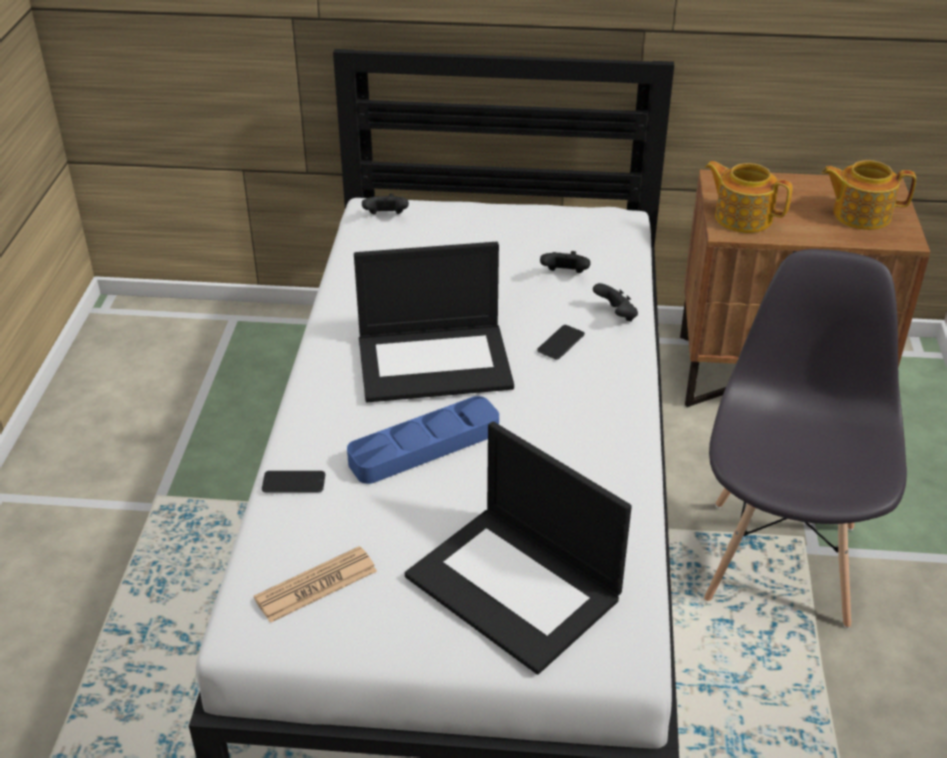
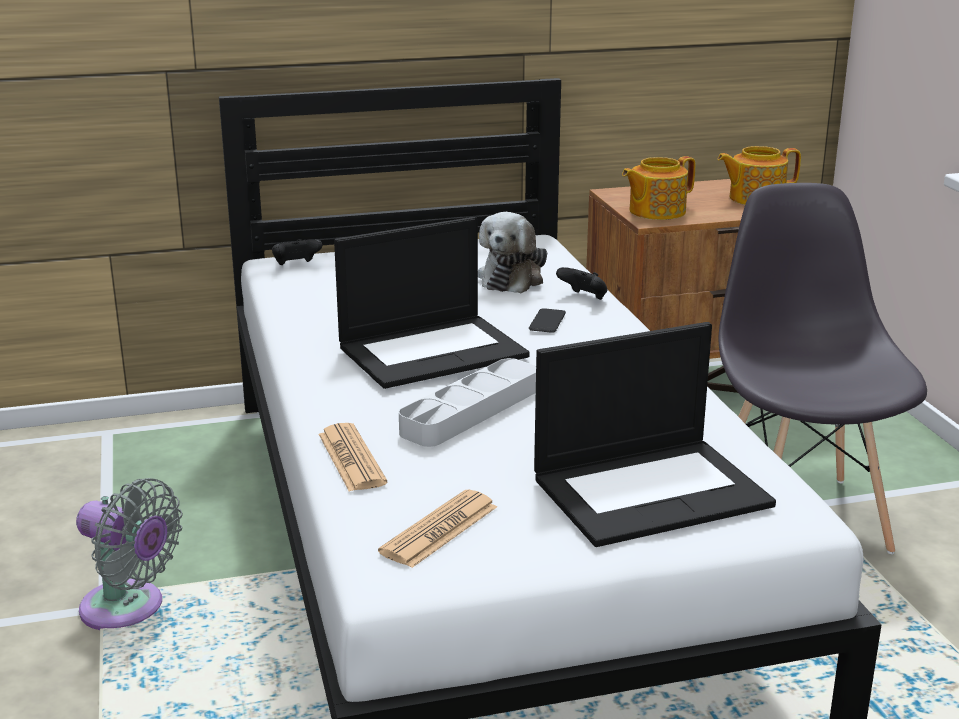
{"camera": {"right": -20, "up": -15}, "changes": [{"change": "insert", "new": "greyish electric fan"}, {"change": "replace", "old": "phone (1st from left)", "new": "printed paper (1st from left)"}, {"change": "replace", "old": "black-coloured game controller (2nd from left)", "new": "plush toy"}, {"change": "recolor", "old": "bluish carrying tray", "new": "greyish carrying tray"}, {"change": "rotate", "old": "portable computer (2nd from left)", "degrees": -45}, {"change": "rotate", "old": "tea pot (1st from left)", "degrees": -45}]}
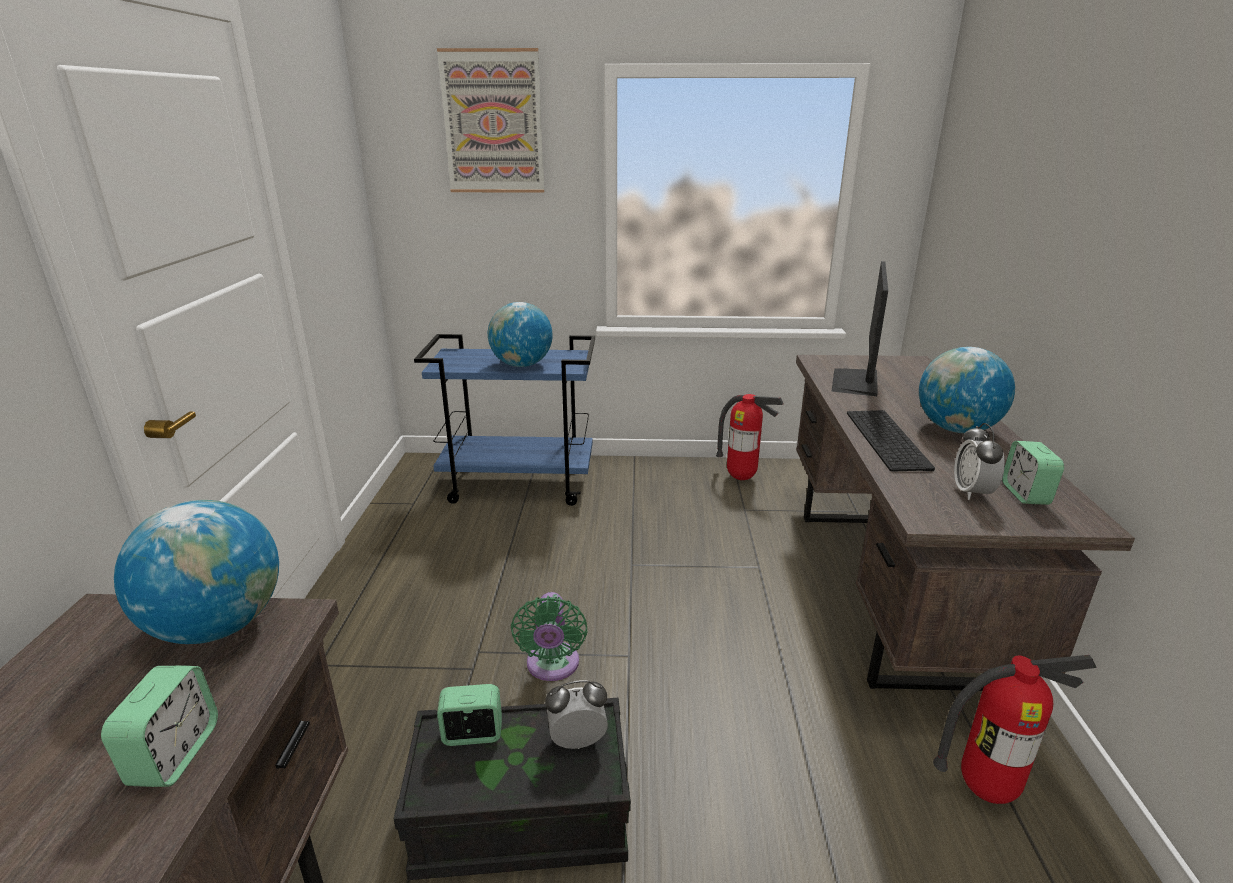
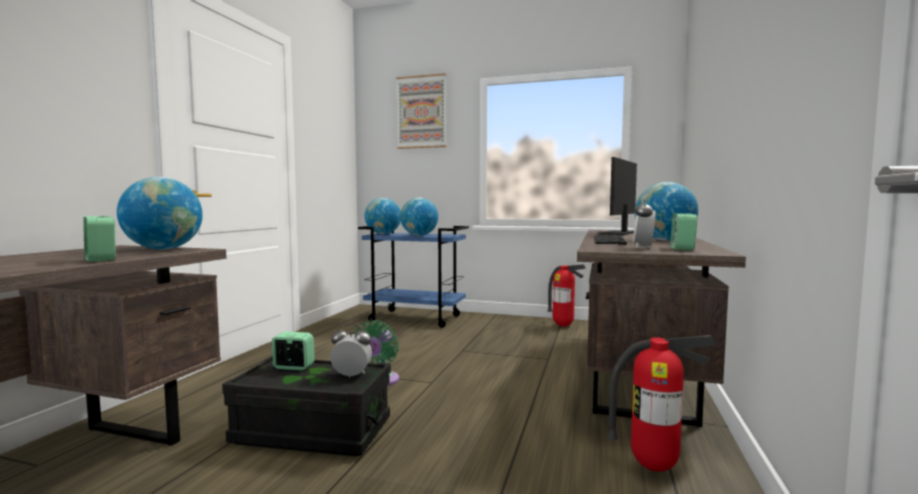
{"camera": {"right": 15, "up": -20}, "changes": [{"change": "insert", "new": "globe (2nd from left)"}, {"change": "rotate", "old": "alarm clock (1st from left)", "degrees": 120}]}
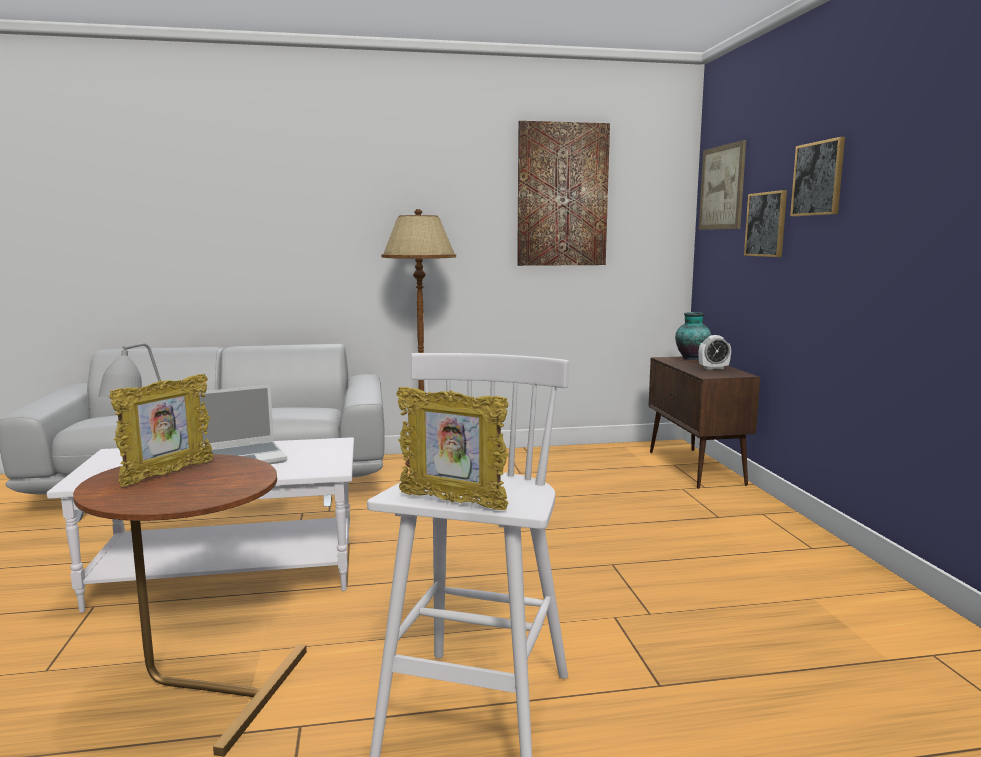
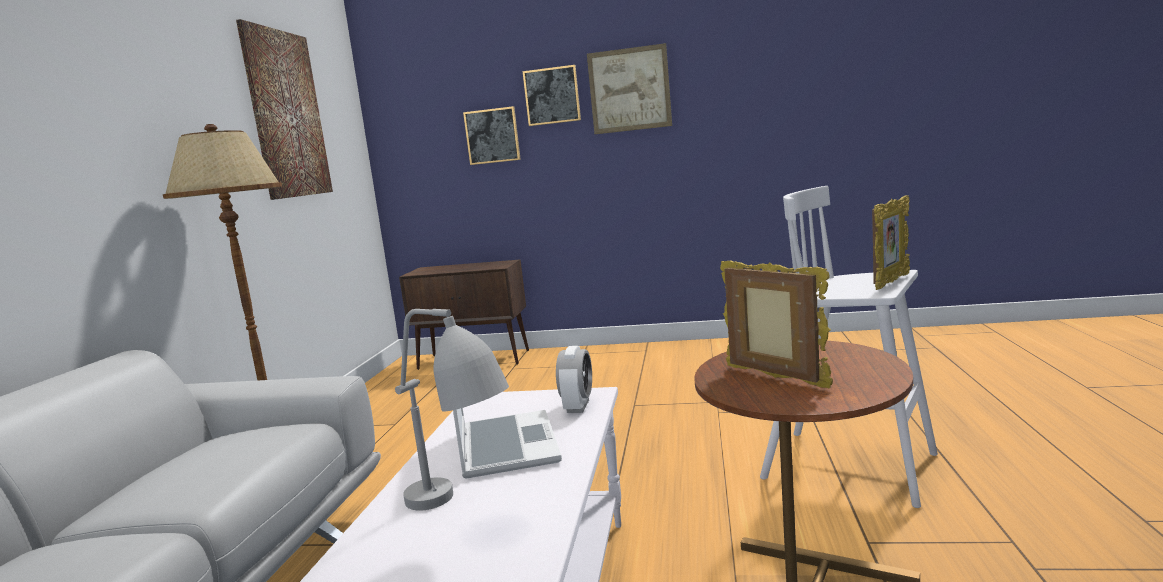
{"camera": {"right": -70, "up": 0}, "changes": [{"change": "delete", "old": "flower vase"}, {"change": "move", "old": "picture (2nd from left in the first image)", "new": "picture (4th from left)"}, {"change": "move", "old": "alarm clock"}]}
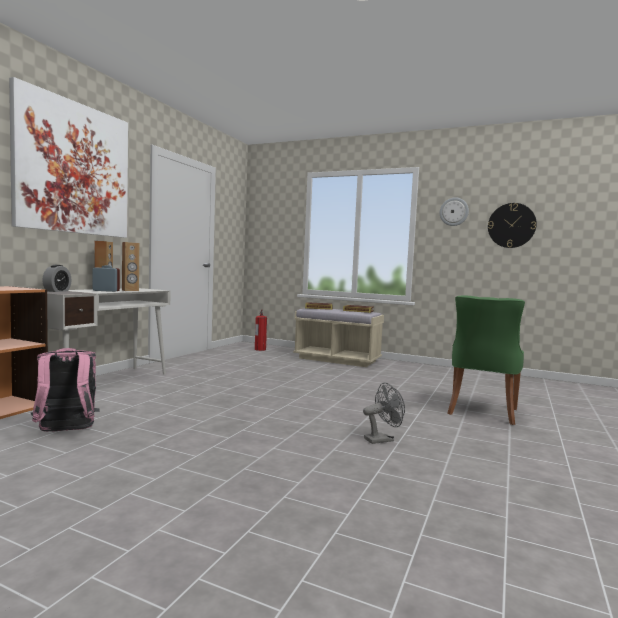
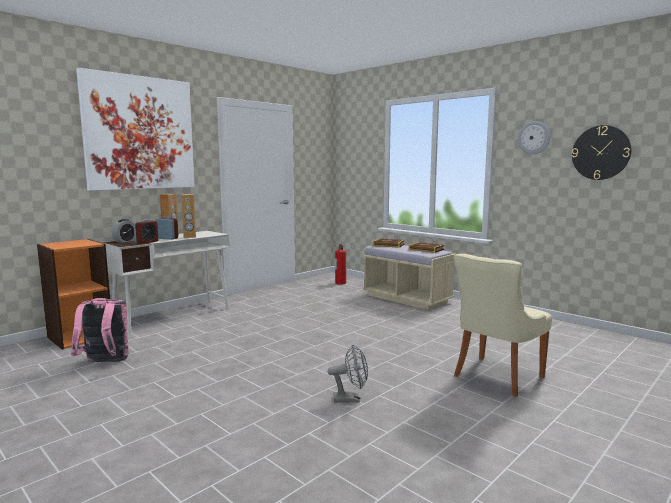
{"camera": {"right": 20, "up": 5}, "changes": [{"change": "insert", "new": "alarm clock (2nd from left)"}, {"change": "recolor", "old": "green-coloured plain chair", "new": "sand-coloured plain chair"}]}
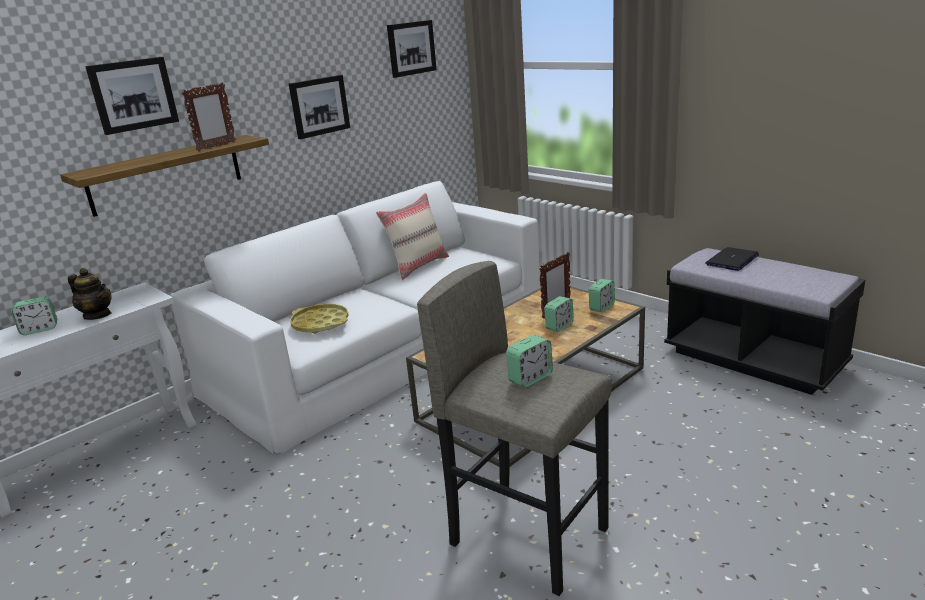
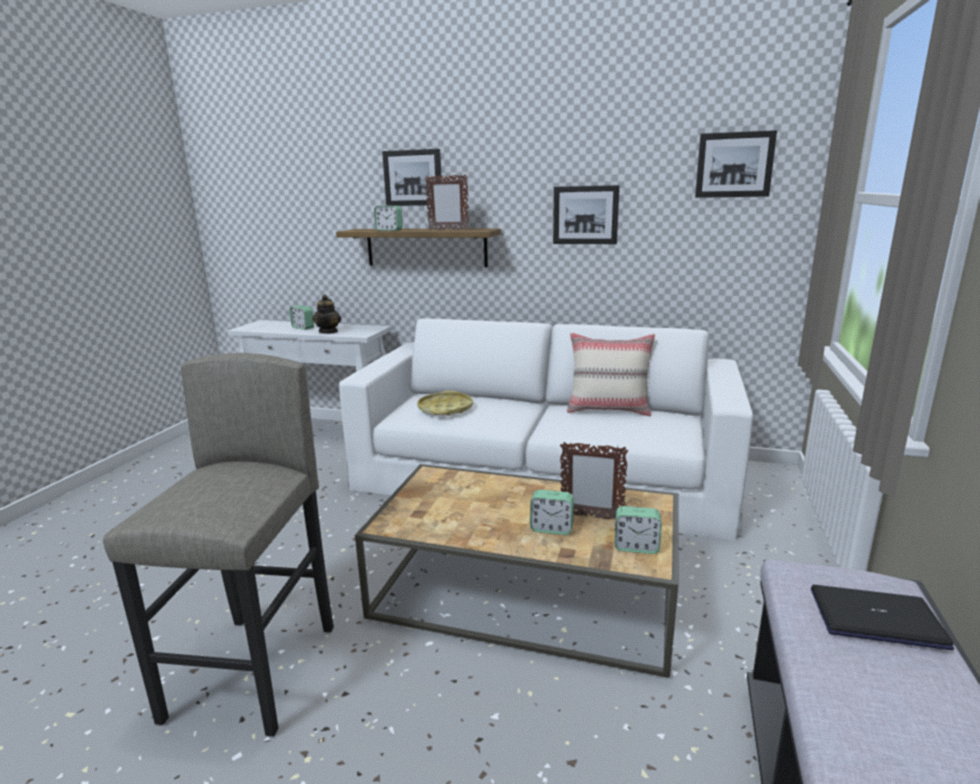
{"camera": {"right": 60, "up": -5}, "changes": [{"change": "move", "old": "alarm clock (2nd from left)"}]}
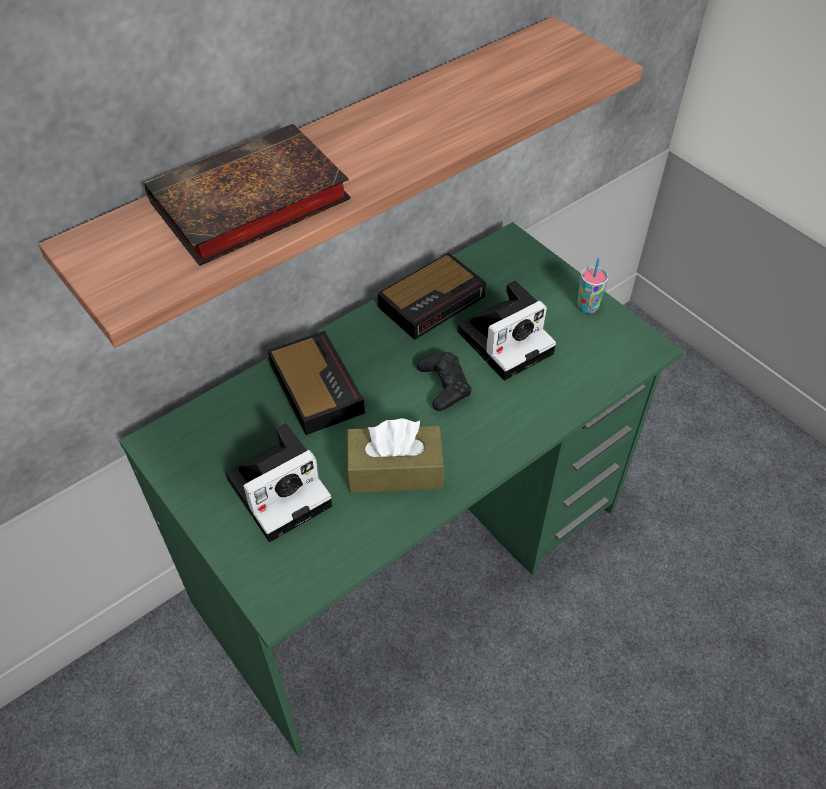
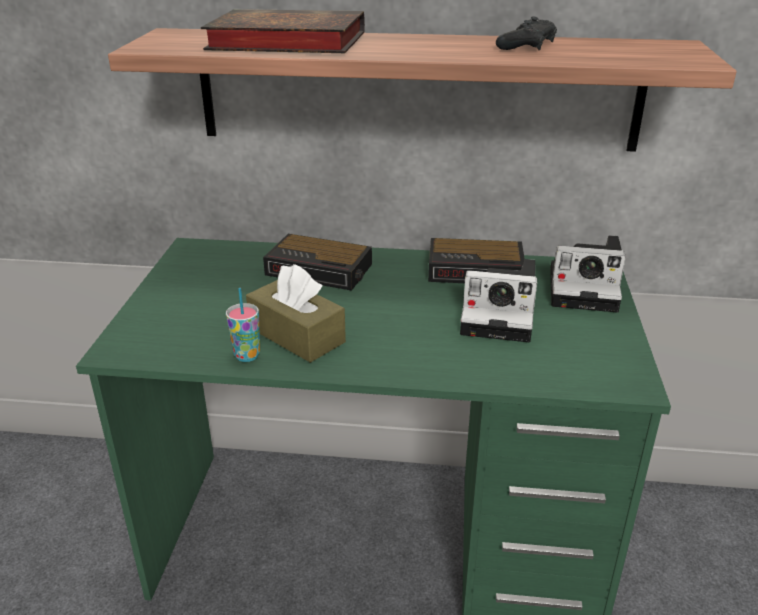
{"camera": {"right": 45, "up": -20}, "changes": [{"change": "move", "old": "photo camera (1st from left in the first image)", "new": "photo camera (2nd from left)"}, {"change": "move", "old": "black-coloured game controller"}, {"change": "move", "old": "drinking cup"}, {"change": "rotate", "old": "alarm clock (1st from left)", "degrees": 90}]}
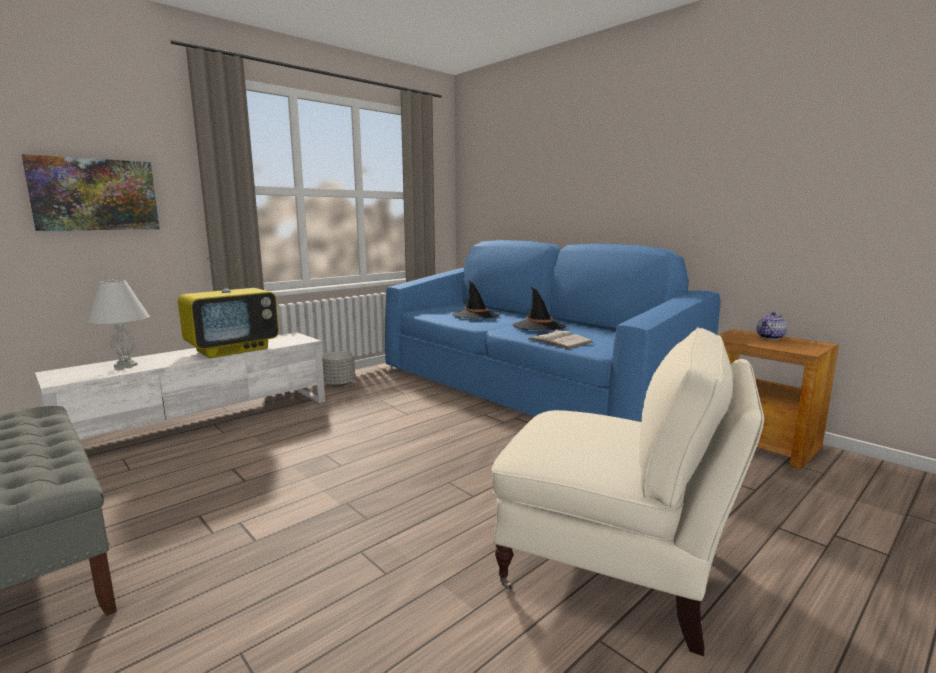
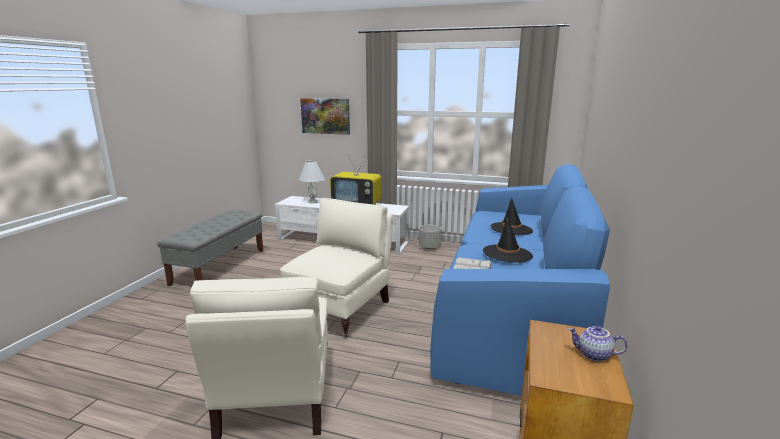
{"camera": {"right": 60, "up": 5}, "changes": [{"change": "insert", "new": "sand-coloured lounge chair (2nd from left)"}]}
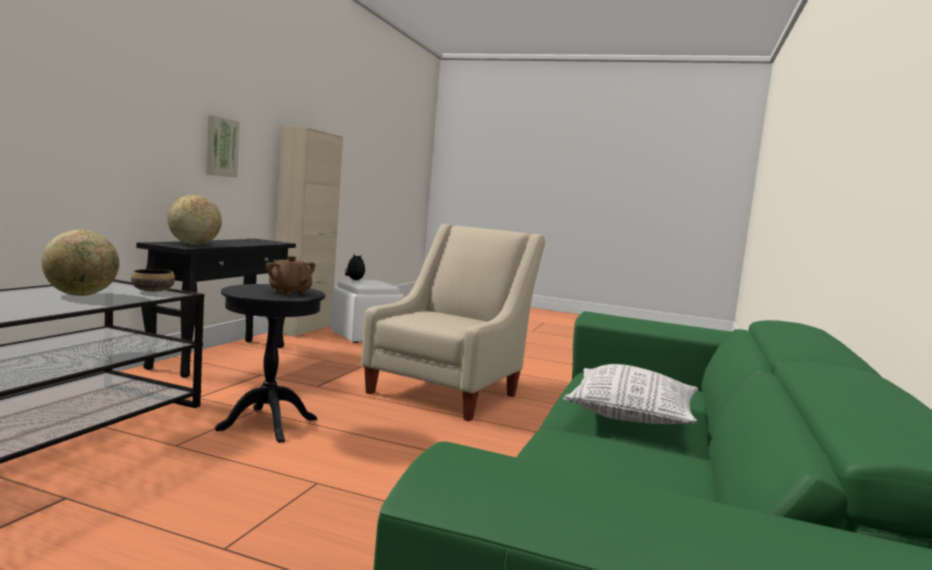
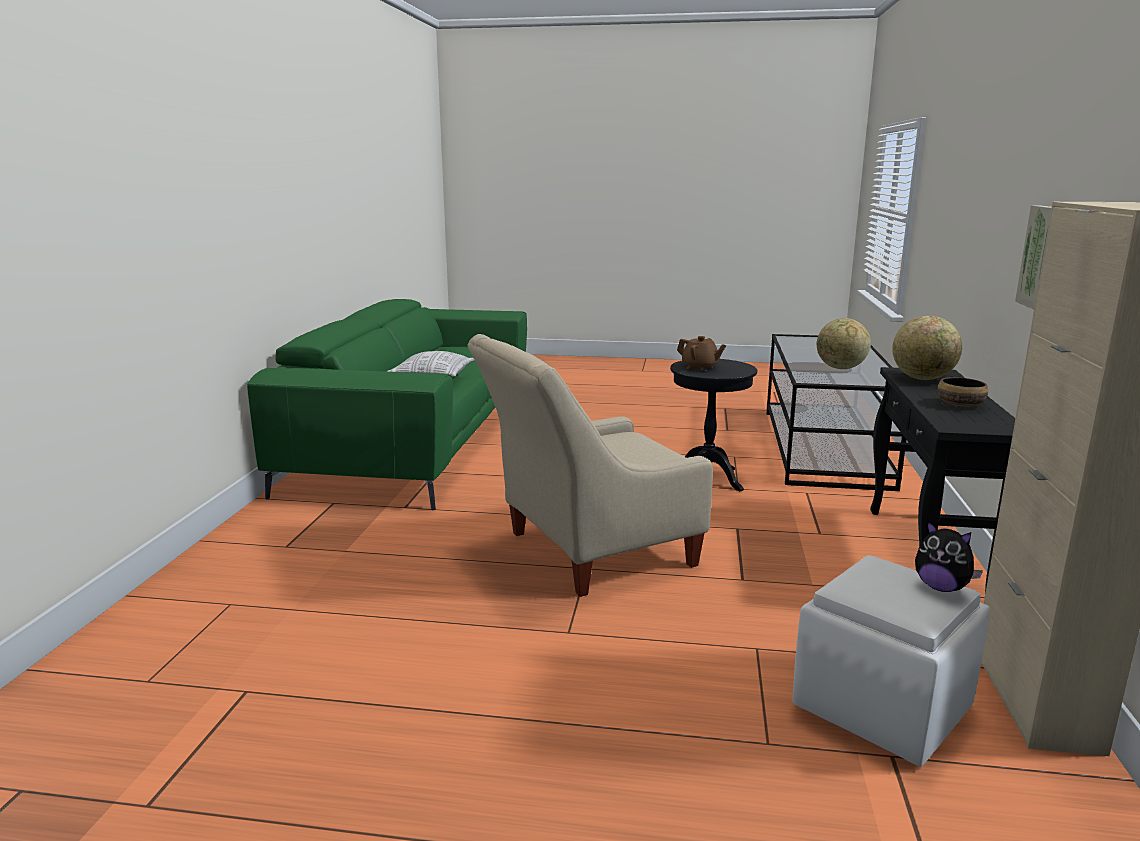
{"camera": {"right": 170, "up": 10}, "changes": [{"change": "move", "old": "bowl"}, {"change": "rotate", "old": "sand-coloured lounge chair", "degrees": 45}]}
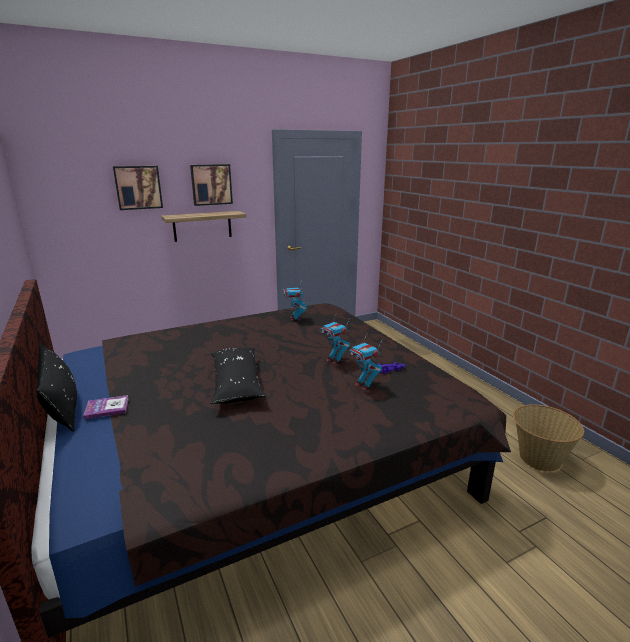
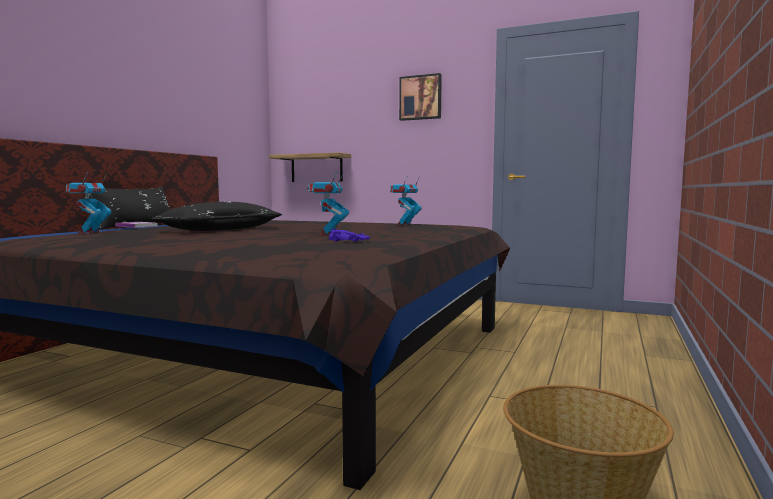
{"camera": {"right": 50, "up": -15}, "changes": [{"change": "delete", "old": "picture (1st from left)"}, {"change": "move", "old": "bracket shelf"}, {"change": "move", "old": "toy robot (3rd from left in the first image)", "new": "toy robot (1st from left)"}]}
